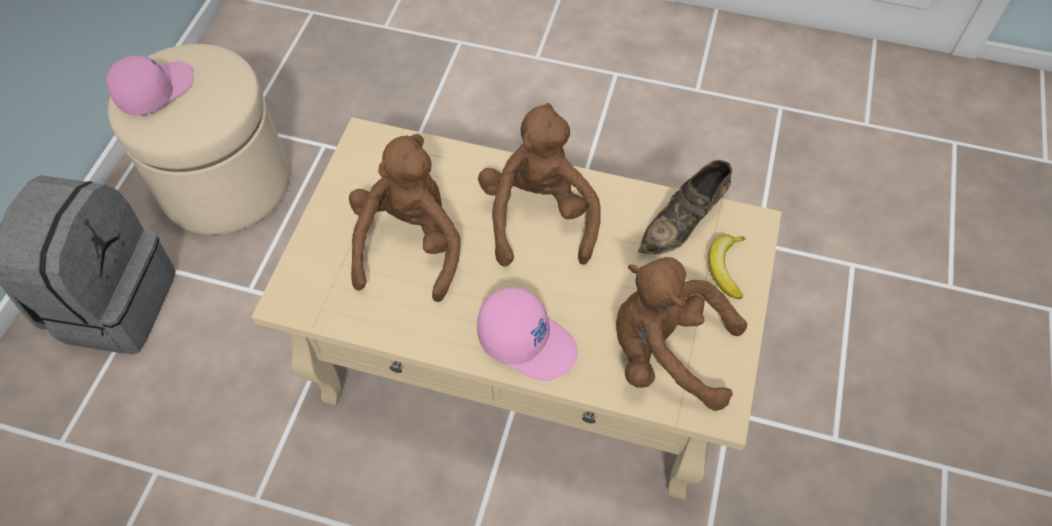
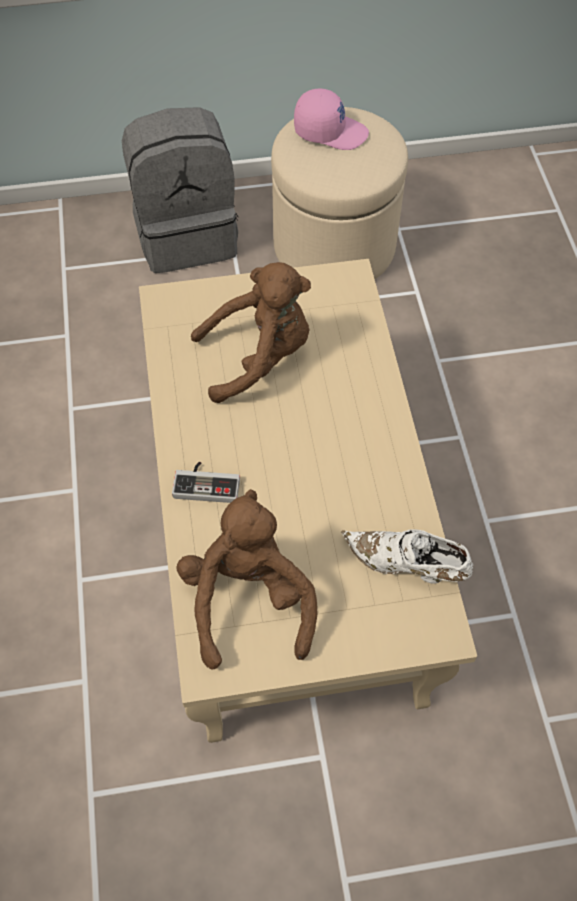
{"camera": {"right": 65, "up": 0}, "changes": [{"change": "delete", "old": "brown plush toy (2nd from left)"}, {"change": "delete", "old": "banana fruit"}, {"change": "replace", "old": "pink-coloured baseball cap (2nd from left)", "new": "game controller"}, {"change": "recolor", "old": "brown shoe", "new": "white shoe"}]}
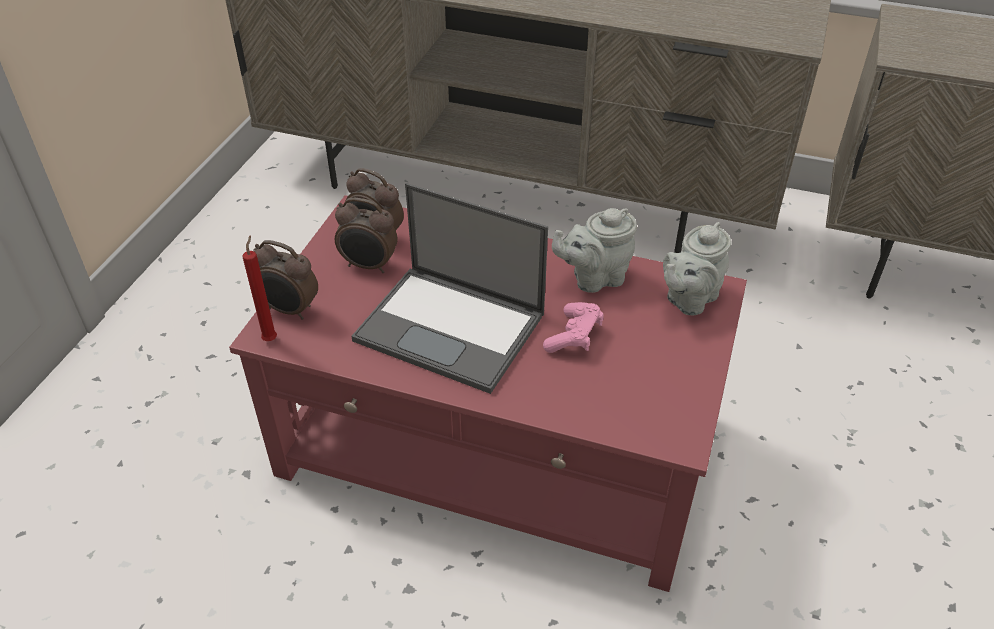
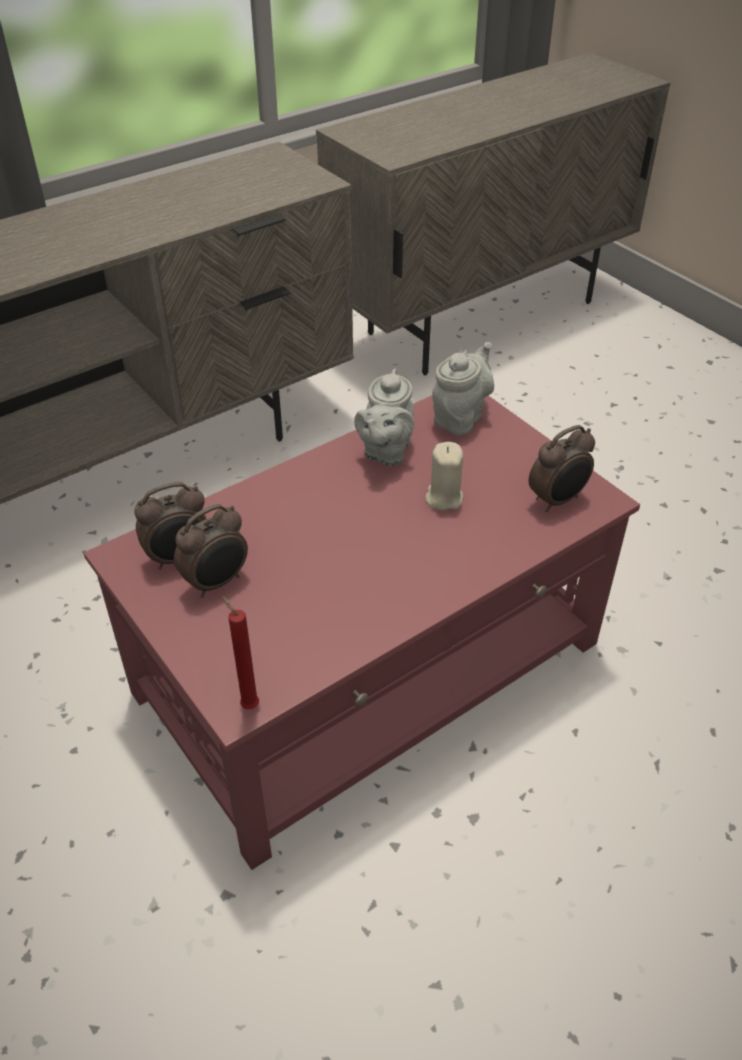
{"camera": {"right": -55, "up": 0}, "changes": [{"change": "delete", "old": "portable computer"}, {"change": "move", "old": "alarm clock (1st from left in the first image)", "new": "alarm clock (3rd from left)"}, {"change": "replace", "old": "pink-coloured game controller", "new": "sand-coloured candle"}, {"change": "rotate", "old": "greyish tea pot (2nd from left)", "degrees": -135}]}
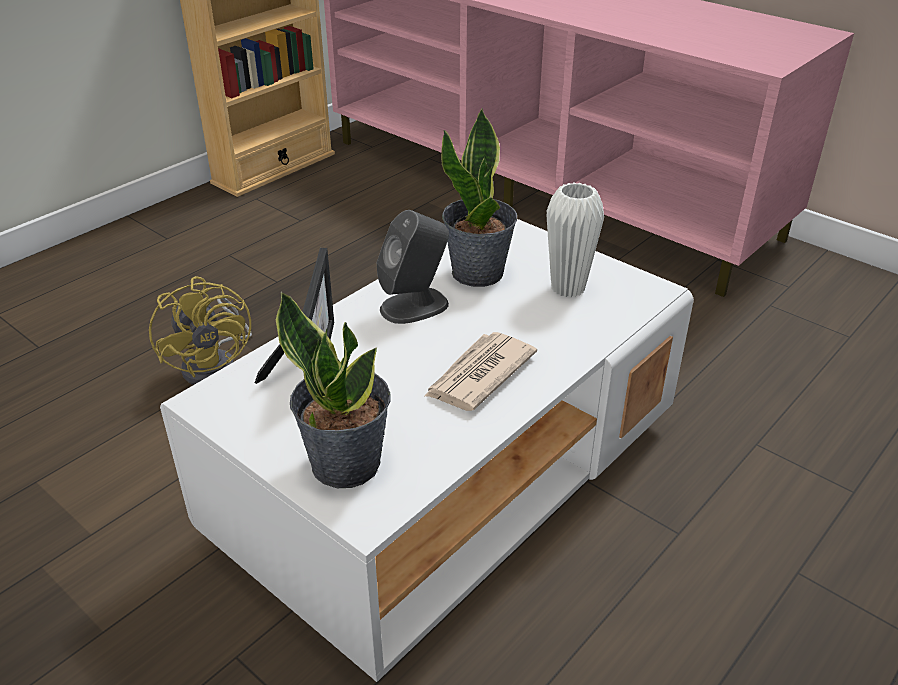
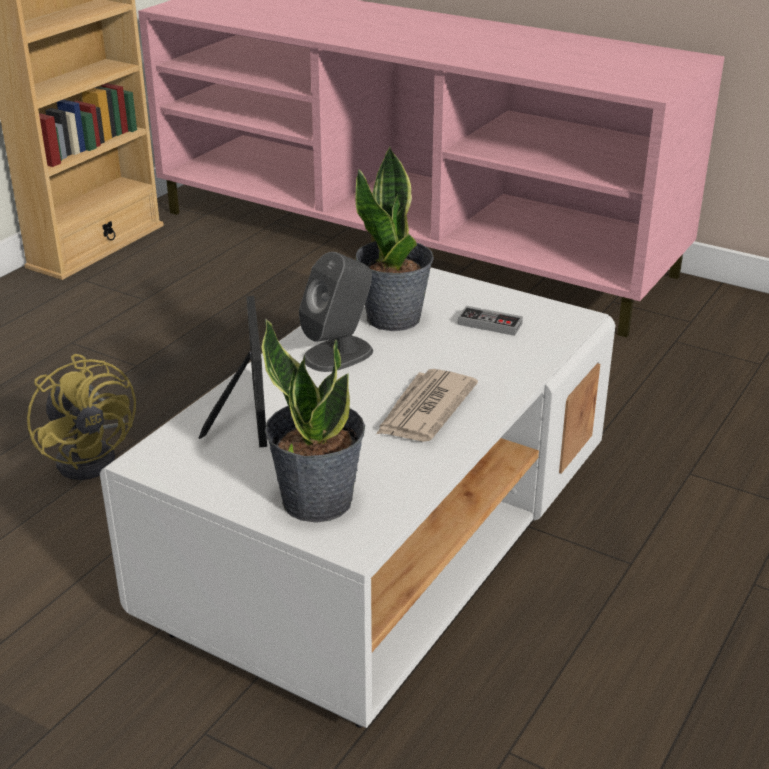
{"camera": {"right": -10, "up": -5}, "changes": [{"change": "replace", "old": "white flower vase", "new": "game controller"}]}
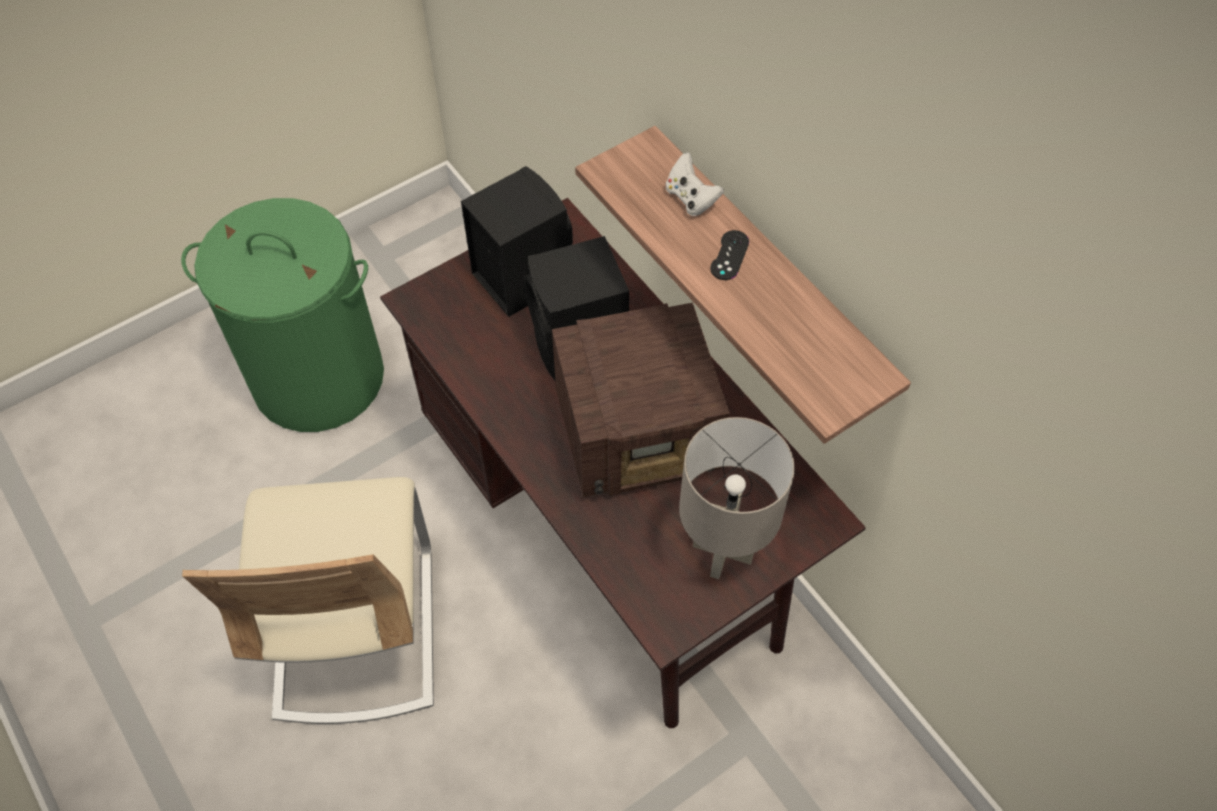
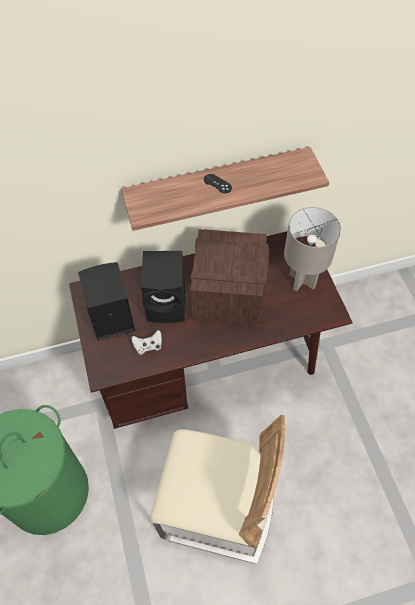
{"camera": {"right": -70, "up": 0}, "changes": [{"change": "move", "old": "white game controller"}]}
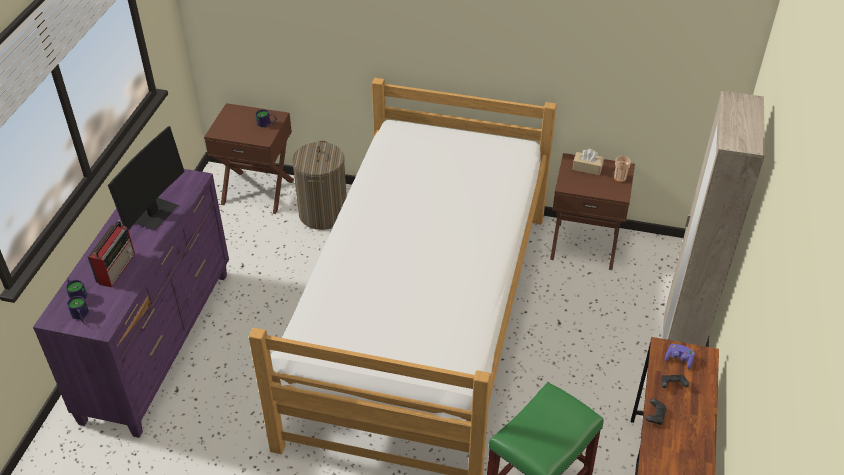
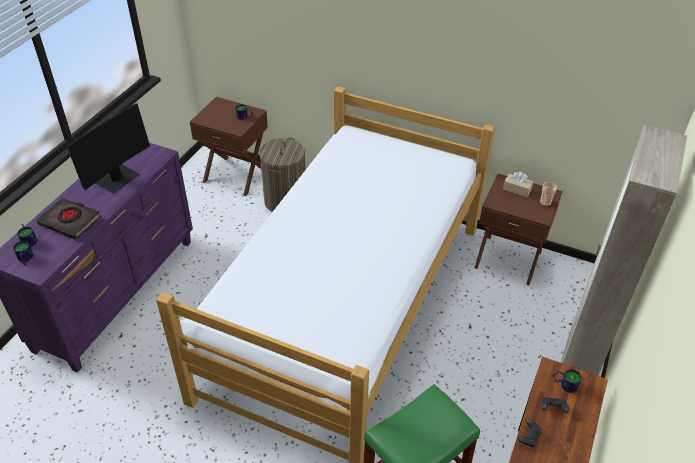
{"camera": {"right": 10, "up": 0}, "changes": [{"change": "replace", "old": "radio set", "new": "black-coloured bound book"}, {"change": "replace", "old": "purple-coloured game controller", "new": "mug (4th from left)"}]}
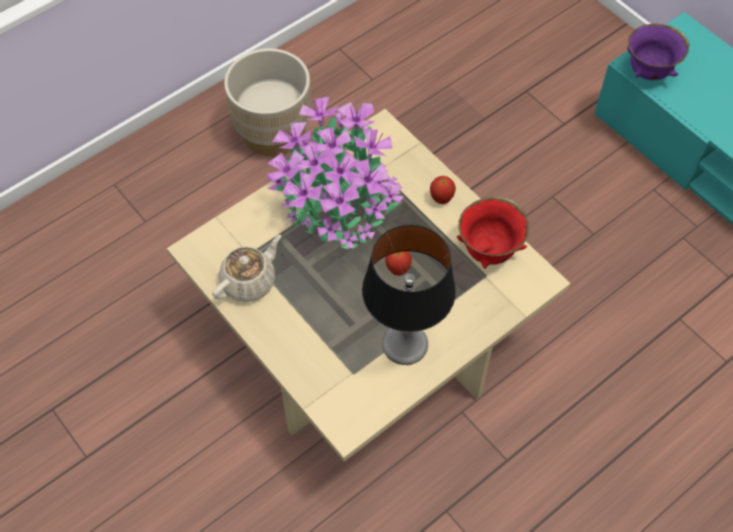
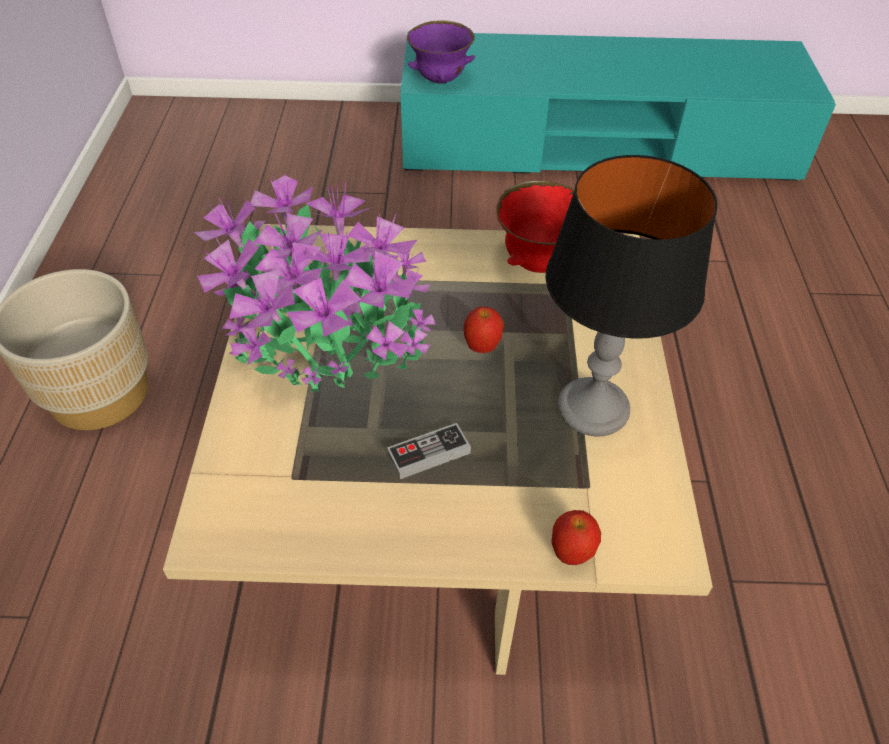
{"camera": {"right": -50, "up": -10}, "changes": [{"change": "delete", "old": "sand-coloured tea pot"}, {"change": "insert", "new": "game controller"}, {"change": "move", "old": "apple (2nd from left)"}]}
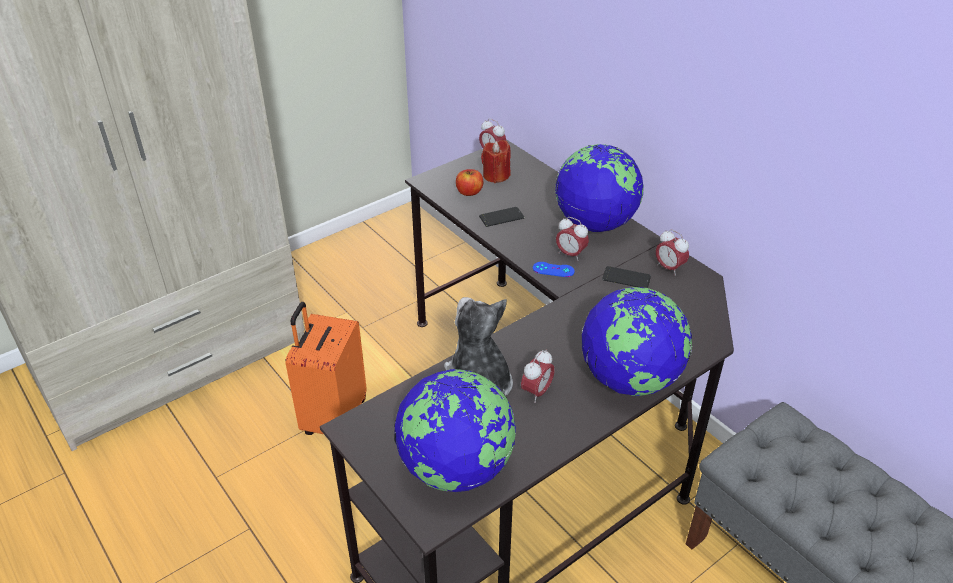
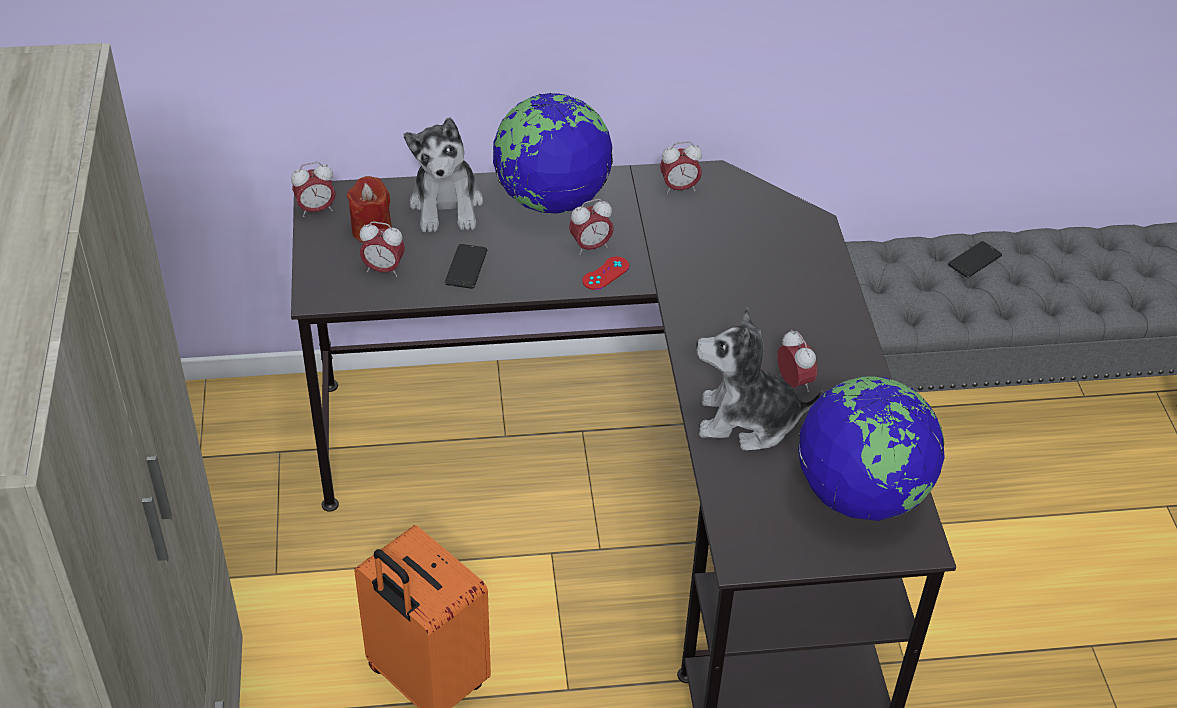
{"camera": {"right": -60, "up": 5}, "changes": [{"change": "delete", "old": "globe (3rd from left)"}, {"change": "insert", "new": "plush toy (1st from left)"}, {"change": "move", "old": "phone (2nd from left)"}, {"change": "replace", "old": "apple", "new": "alarm clock (2nd from left)"}, {"change": "recolor", "old": "bluish game controller", "new": "red game controller"}]}
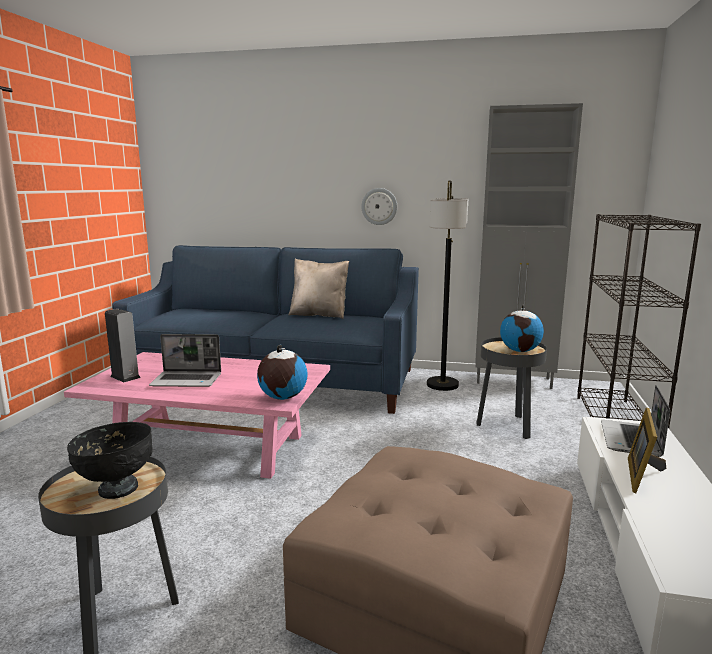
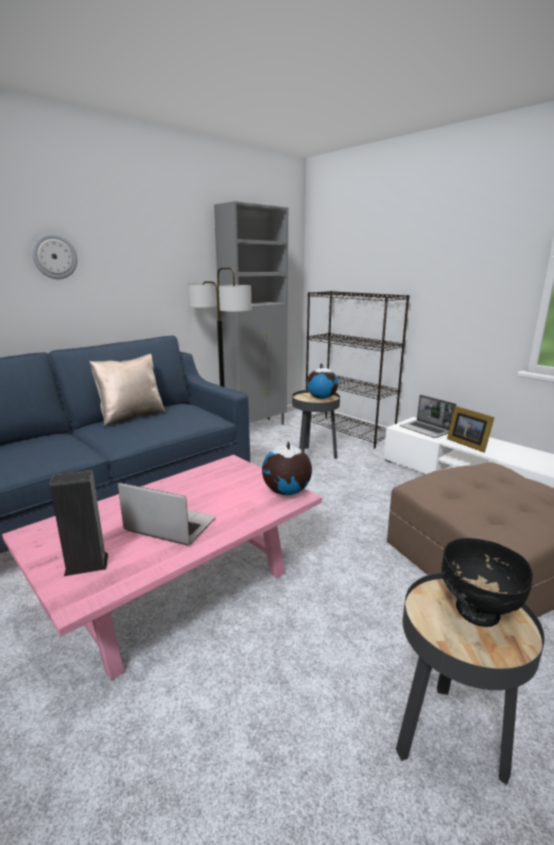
{"camera": {"right": -55, "up": 5}, "changes": [{"change": "move", "old": "wall clock"}, {"change": "rotate", "old": "portable computer (1st from left)", "degrees": -105}]}
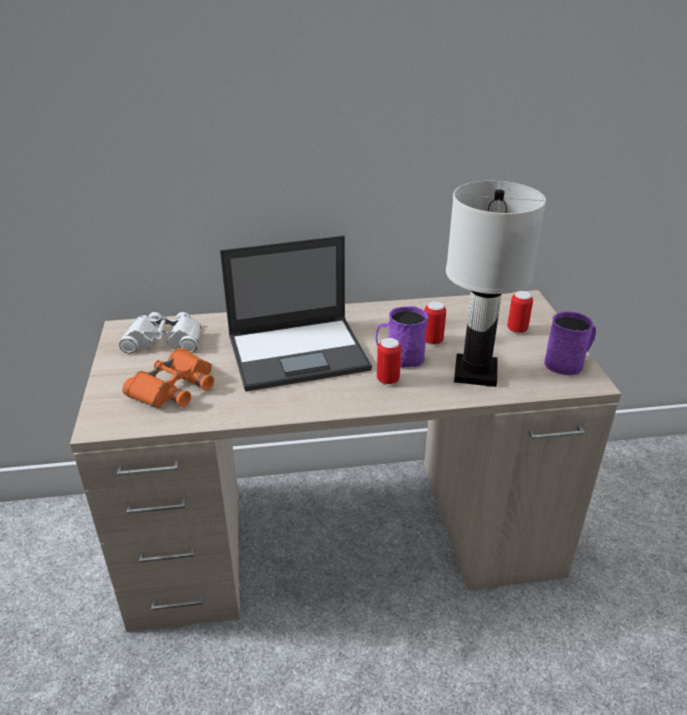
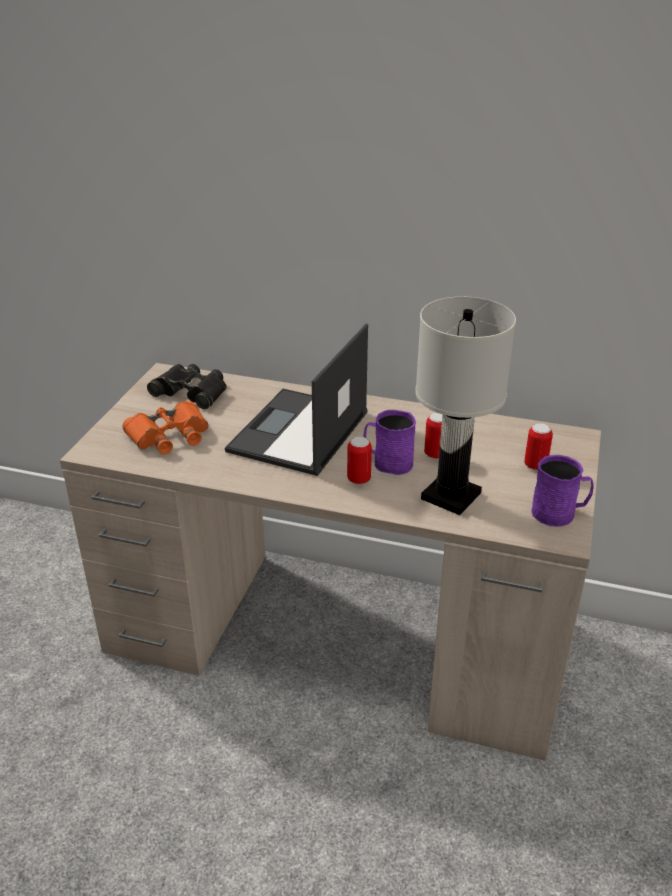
{"camera": {"right": 25, "up": 0}, "changes": [{"change": "recolor", "old": "white binoculars", "new": "black-coloured binoculars"}, {"change": "rotate", "old": "portable computer", "degrees": 105}]}
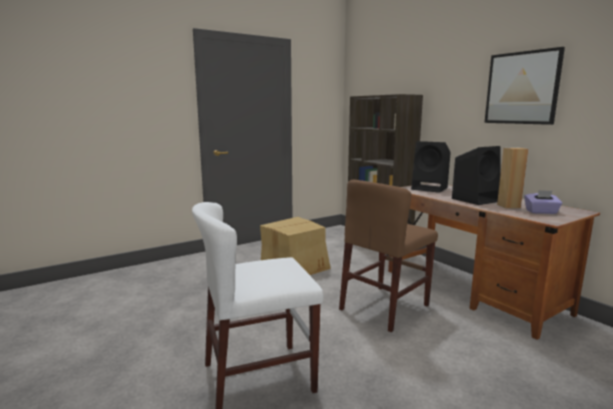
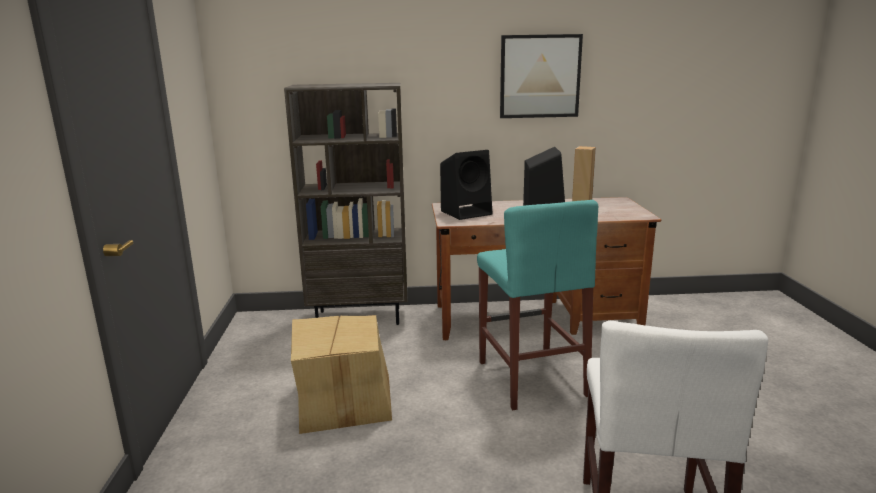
{"camera": {"right": -60, "up": 5}, "changes": [{"change": "delete", "old": "purple-coloured box of tissues"}, {"change": "replace", "old": "brown plain chair", "new": "turquoise sitting stool"}]}
